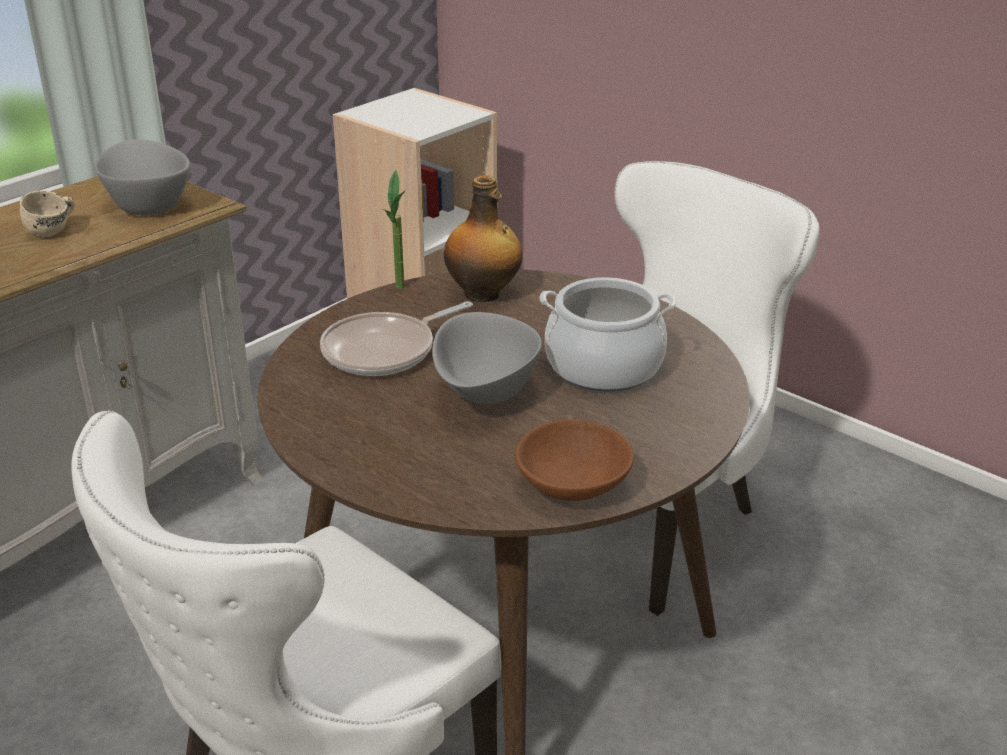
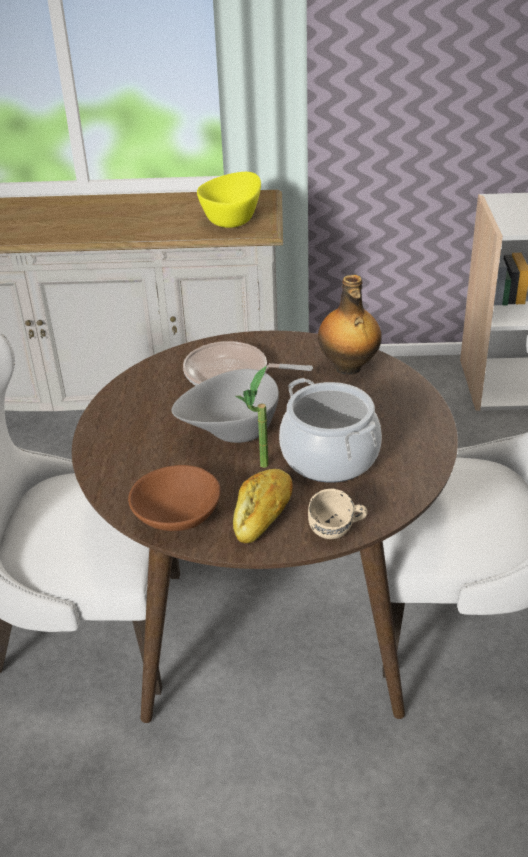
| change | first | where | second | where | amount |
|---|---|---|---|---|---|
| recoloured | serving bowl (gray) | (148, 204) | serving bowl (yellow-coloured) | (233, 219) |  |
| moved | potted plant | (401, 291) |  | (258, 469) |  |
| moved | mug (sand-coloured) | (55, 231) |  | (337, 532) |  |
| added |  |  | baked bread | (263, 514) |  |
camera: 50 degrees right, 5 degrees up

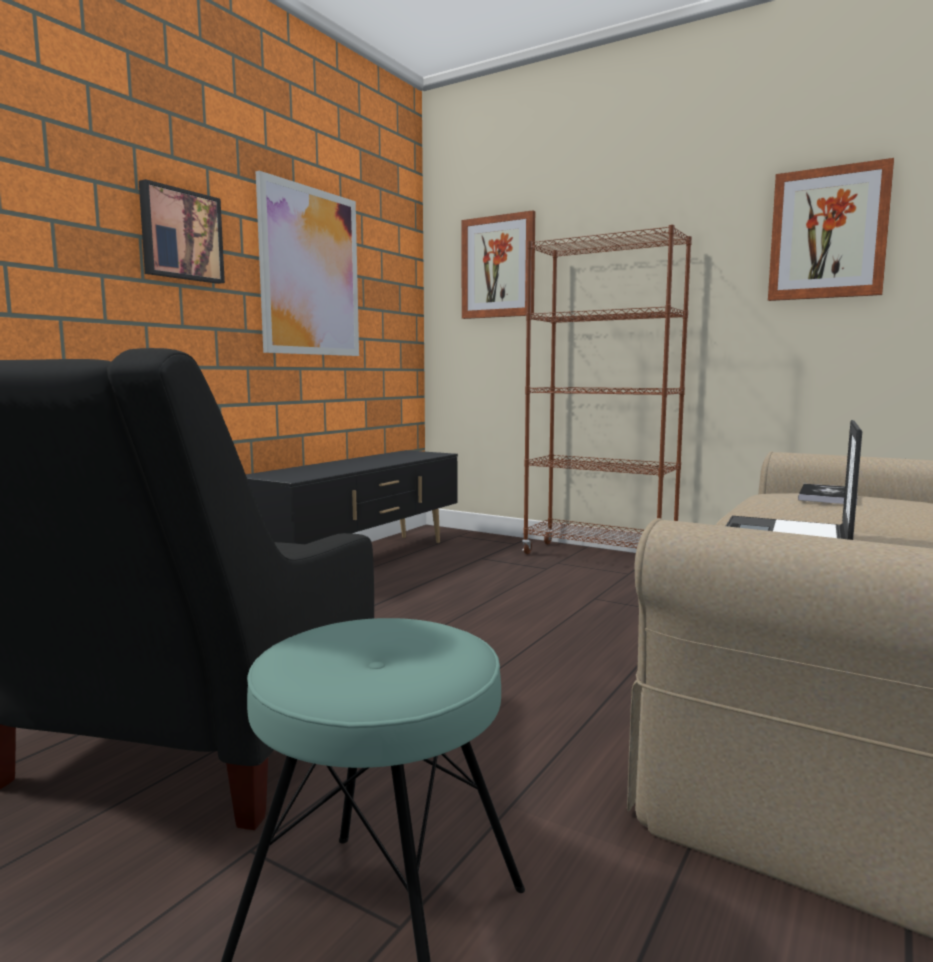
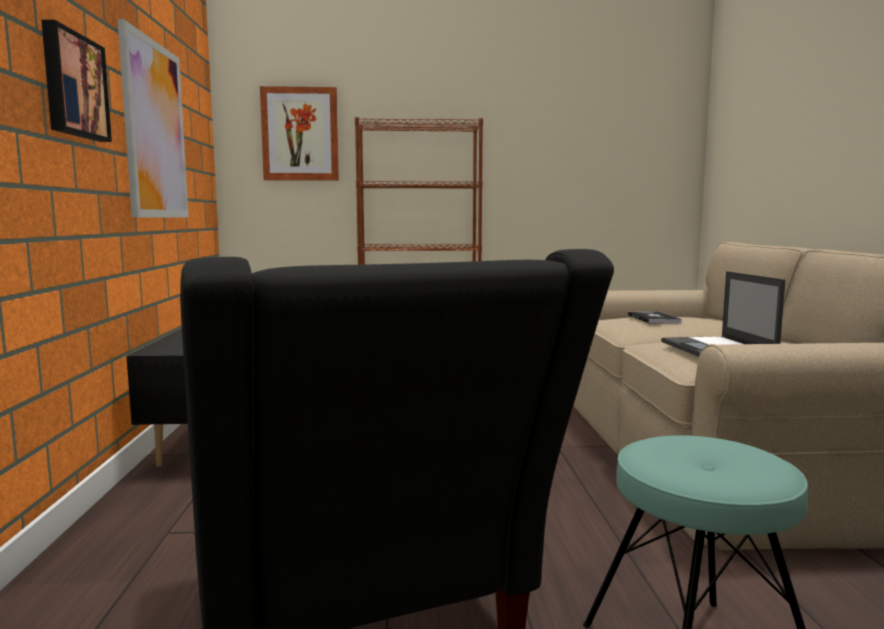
| change | first | where | second | where | amount |
|---|---|---|---|---|---|
| removed | picture | (828, 234) |  |  |  |
camera: 35 degrees left, 0 degrees up

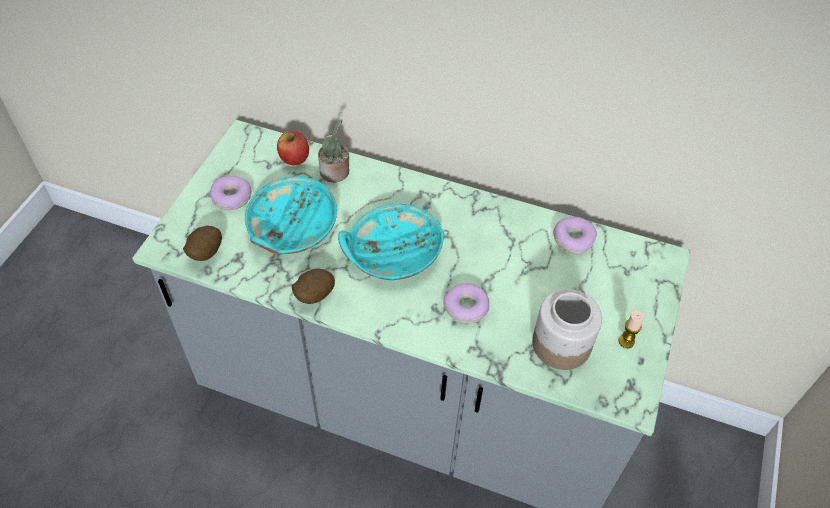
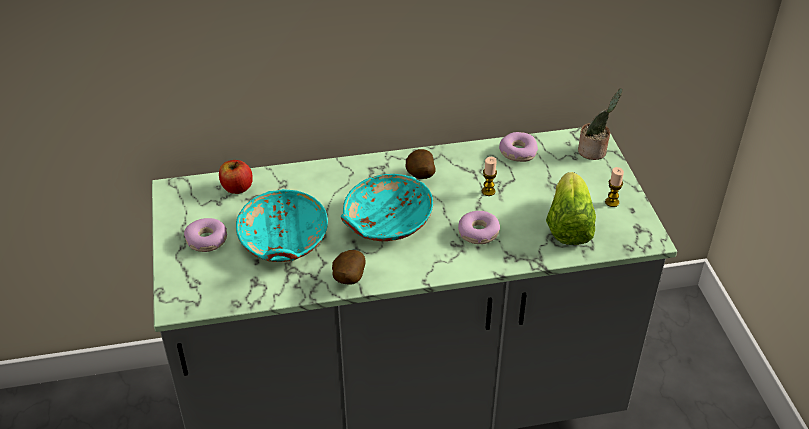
| change | first | where | second | where | amount |
|---|---|---|---|---|---|
| moved | potted plant | (335, 173) |  | (594, 151) |  |
| moved | spud | (204, 254) |  | (419, 177) |  |
| replaced | preserve jar | (560, 344) | lettuce head | (568, 225) |  |
| added |  |  | wax light | (488, 191) |  |
camera: 30 degrees left, 10 degrees down

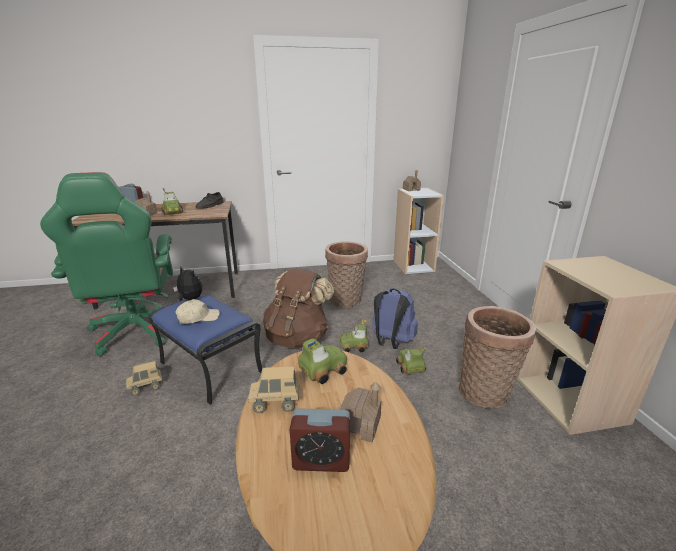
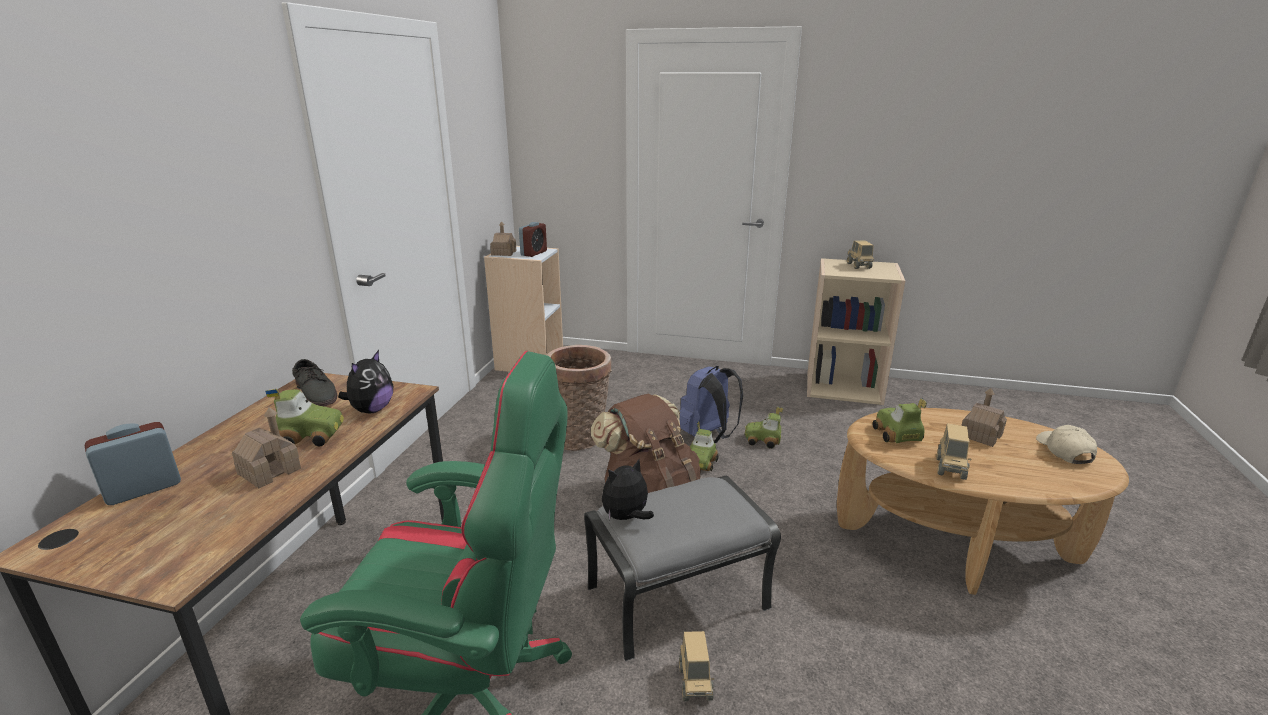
| change | first | where | second | where | amount |
|---|---|---|---|---|---|
| recoloured | ottoman (blue) | (209, 368) | ottoman (gray) | (677, 599) |  |
| moved | peaked cap (sand-coloured) | (198, 318) |  | (1064, 451) |  |
| removed | basket | (486, 393) |  |  |  |
| moved | alarm clock | (321, 460) |  | (534, 253) |  |
| added |  |  | toy lorry | (859, 266) |  |
| added |  |  | plush toy | (371, 410) |  |
camera: 65 degrees left, 0 degrees up

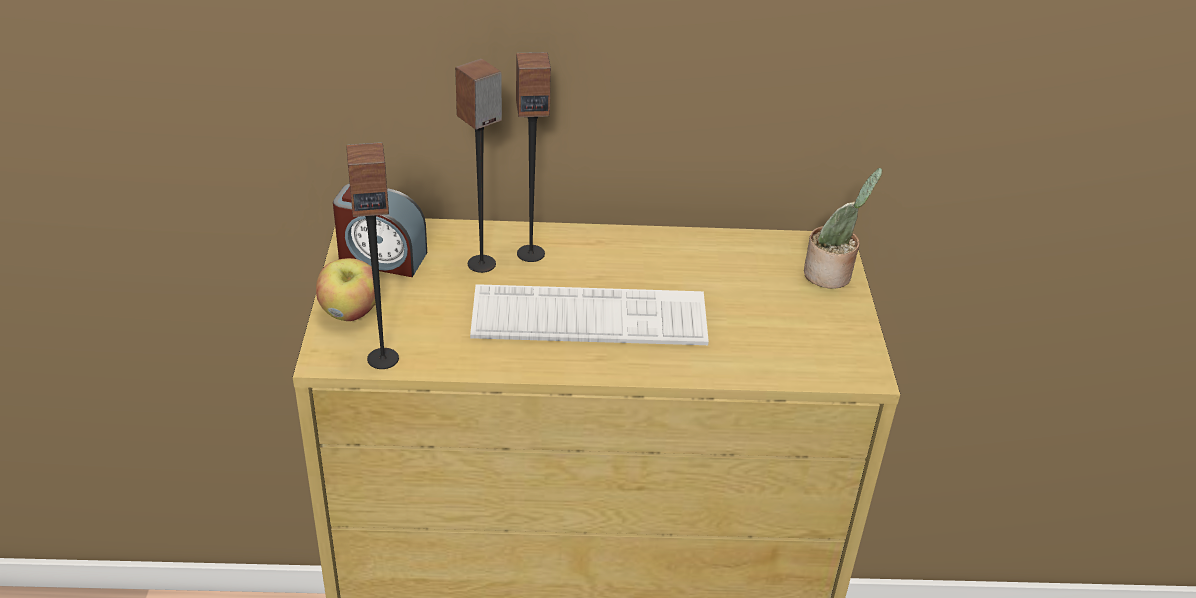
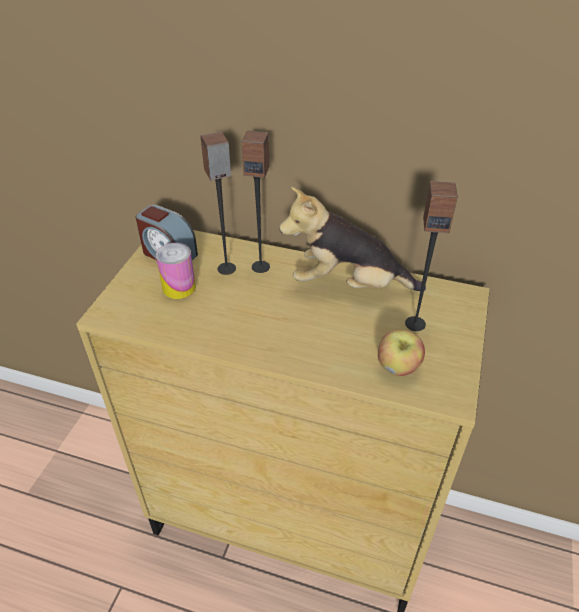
| change | first | where | second | where | amount |
|---|---|---|---|---|---|
| moved | loudspeaker | (383, 358) |  | (415, 323) |  |
| removed | potted plant | (831, 275) |  |  |  |
| moved | apple | (350, 313) |  | (398, 367) |  |
| removed | computer keyboard | (589, 317) |  |  |  |
| added |  |  | plush toy | (348, 285) |  |
| added |  |  | can | (179, 287) |  |
camera: 20 degrees right, 5 degrees up

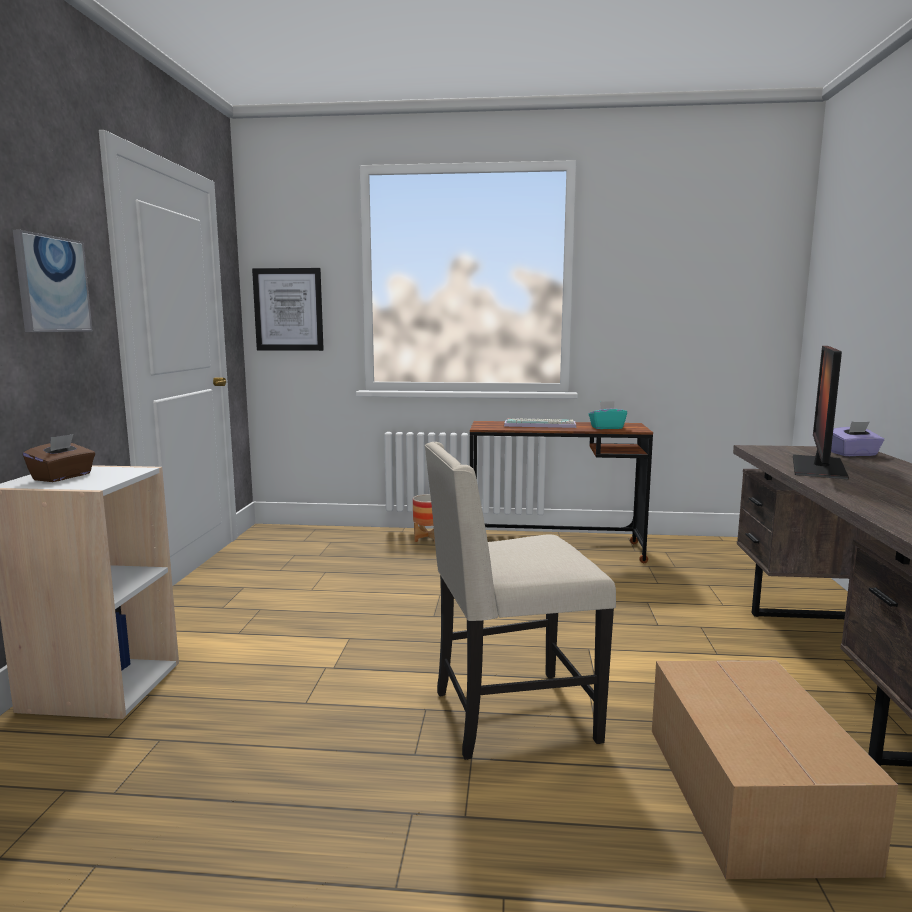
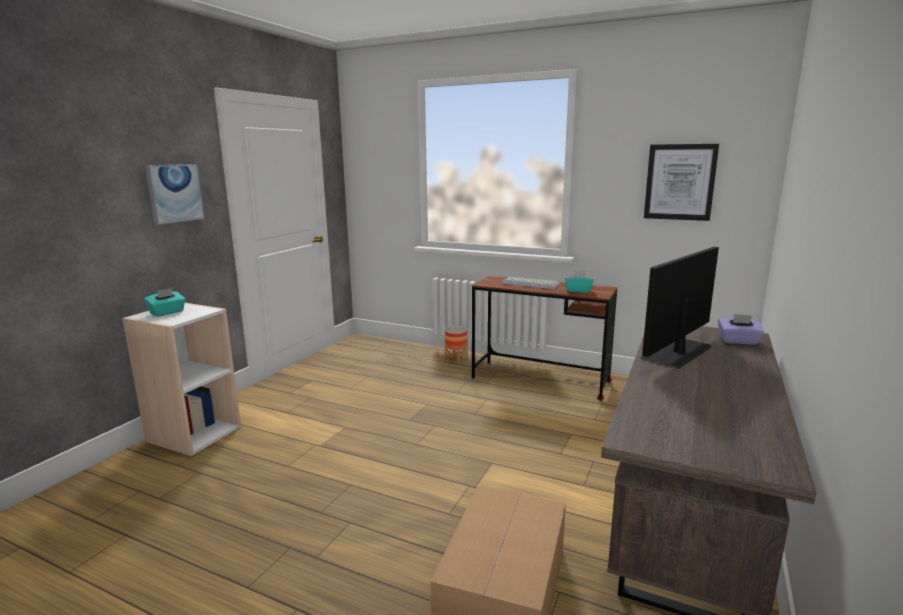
| change | first | where | second | where | amount |
|---|---|---|---|---|---|
| moved | picture | (288, 309) |  | (680, 182) |  |
| recoloured | tissue holder (brown-coloured) | (63, 477) | tissue holder (turquoise) | (167, 312) |  |
| removed | upright chair (sand-coloured) | (510, 716) |  |  |  |
camera: 20 degrees right, 5 degrees up

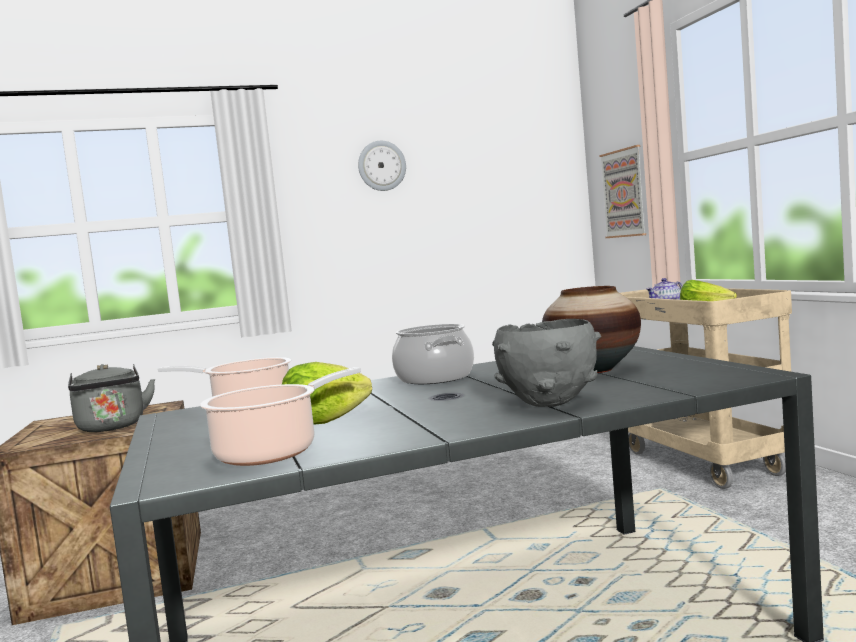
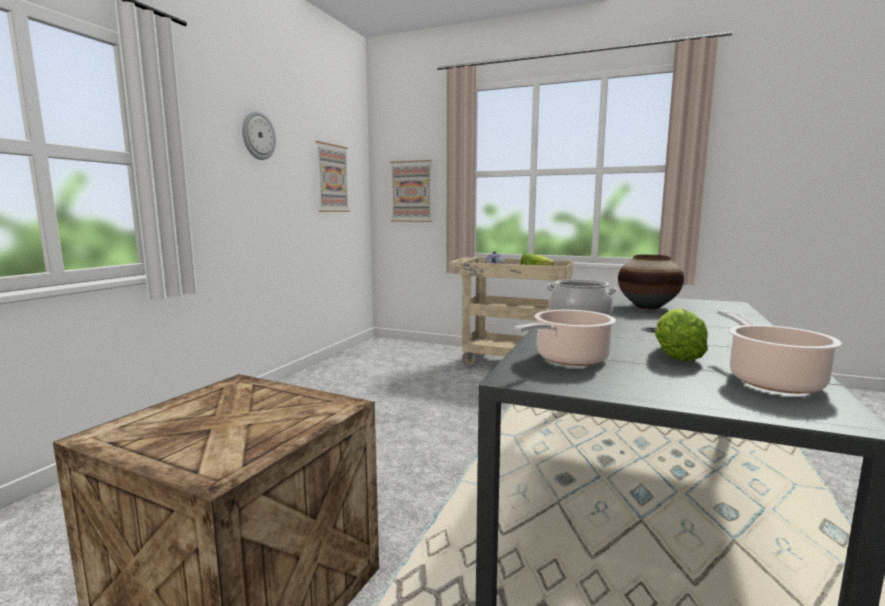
| change | first | where | second | where | amount |
|---|---|---|---|---|---|
| removed | serving bowl (gray) | (549, 402) |  |  |  |
| removed | tea kettle (gray) | (112, 427) |  |  |  |
| added |  |  | picture | (332, 178) |  |
camera: 50 degrees left, 5 degrees up

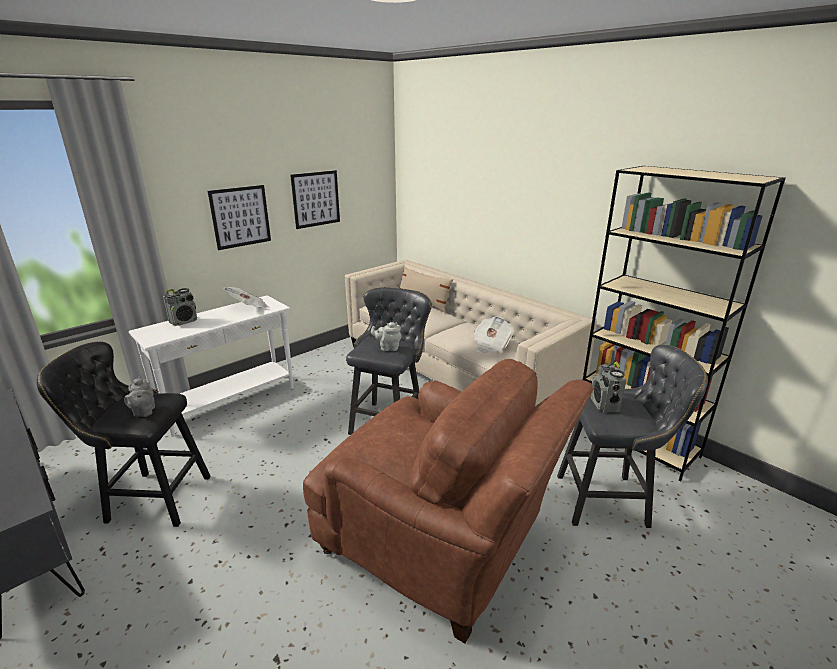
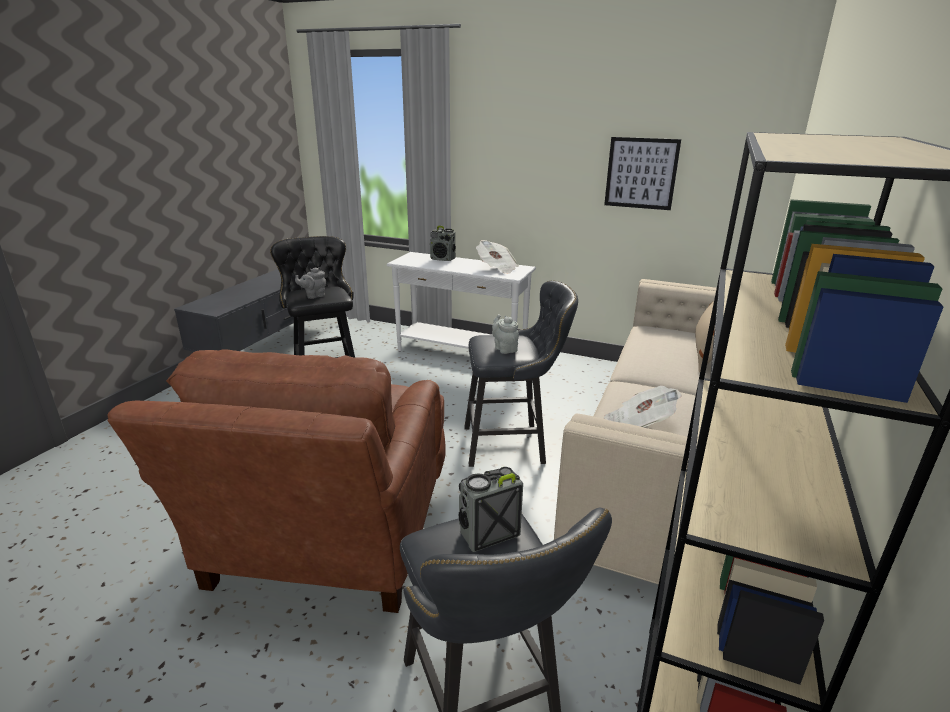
| change | first | where | second | where | amount |
|---|---|---|---|---|---|
| removed | picture | (240, 217) |  |  |  |
camera: 65 degrees right, 0 degrees up

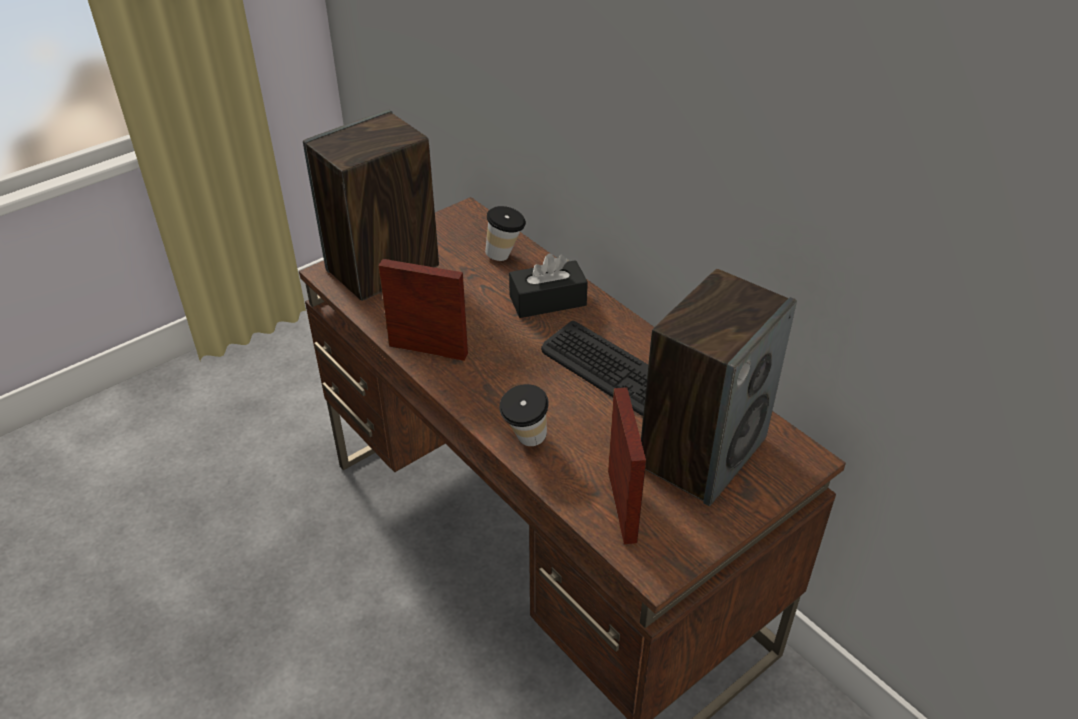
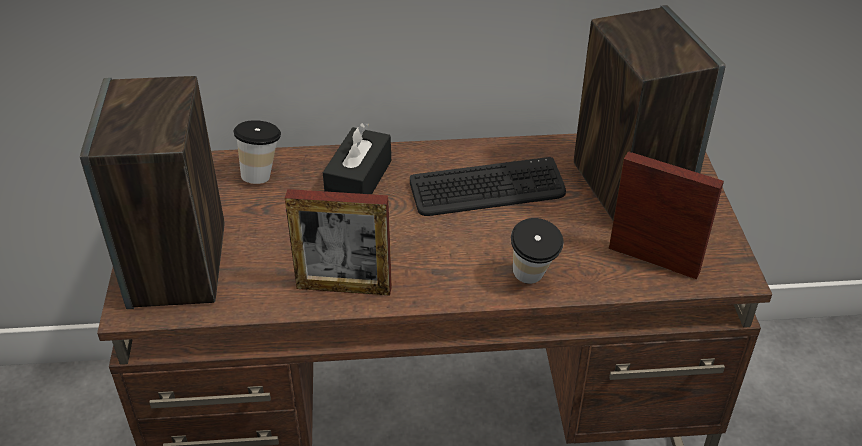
| change | first | where | second | where | amount |
|---|---|---|---|---|---|
| turned | photo frame | (428, 350) |  | (344, 287) | 135 degrees counterclockwise |
camera: 55 degrees left, 0 degrees up

